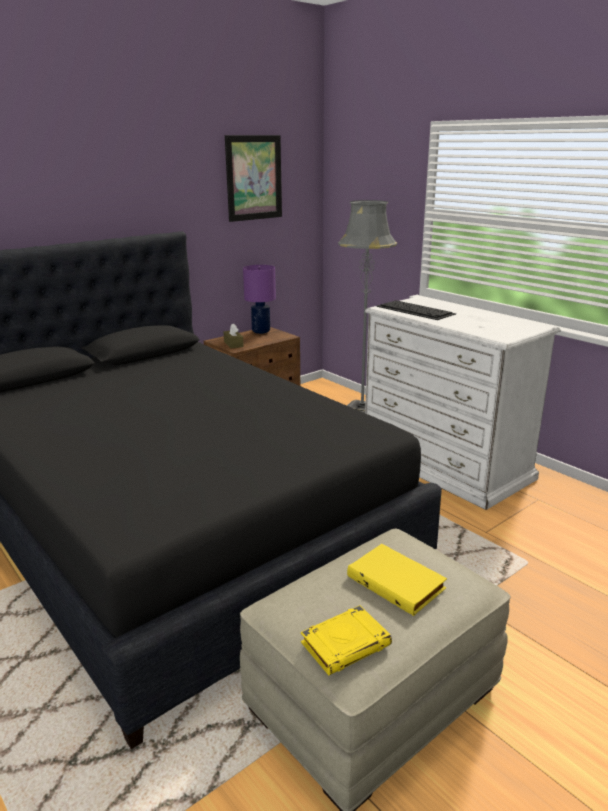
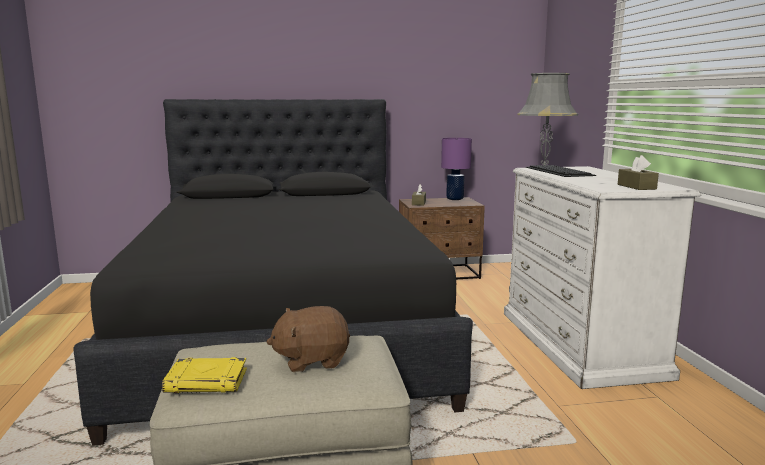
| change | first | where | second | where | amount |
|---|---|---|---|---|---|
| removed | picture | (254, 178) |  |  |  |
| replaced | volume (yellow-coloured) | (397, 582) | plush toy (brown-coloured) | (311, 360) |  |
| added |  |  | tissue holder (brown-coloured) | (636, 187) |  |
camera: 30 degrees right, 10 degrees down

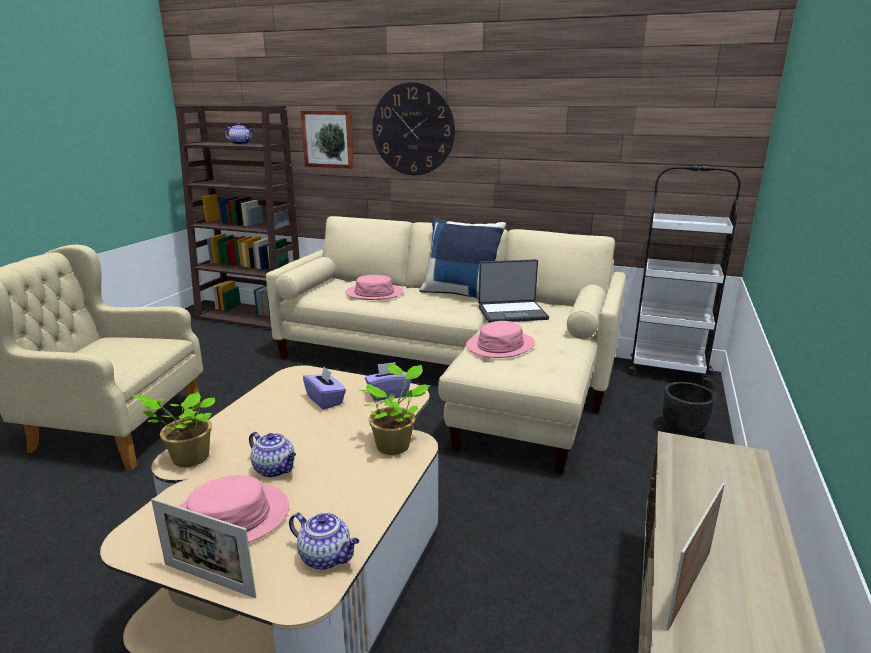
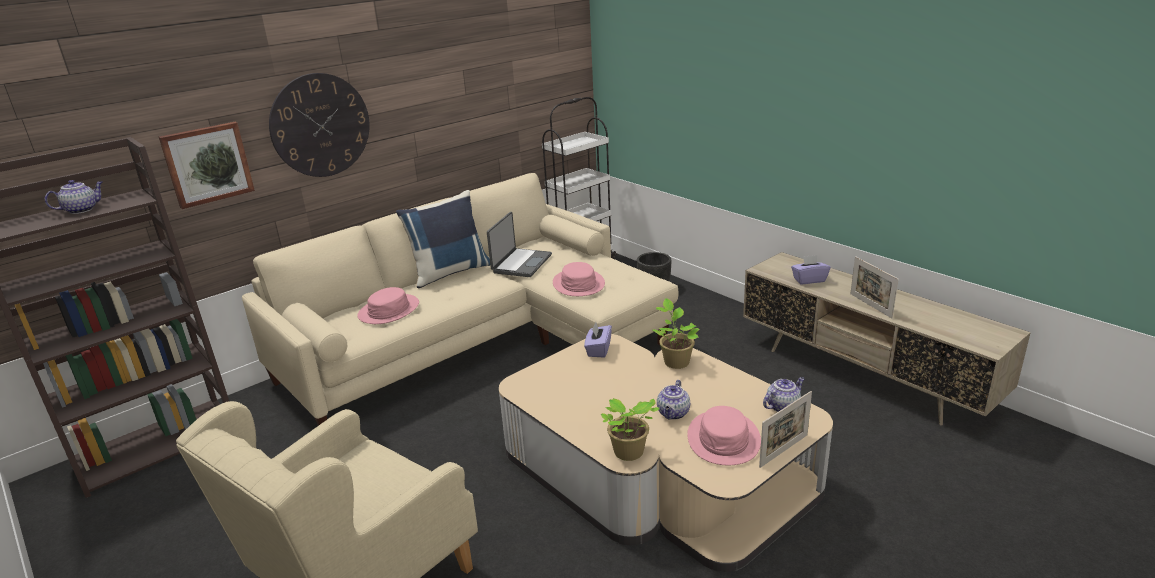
| change | first | where | second | where | amount |
|---|---|---|---|---|---|
| moved | tissue holder (purplish) | (325, 400) |  | (809, 280) |  |
| turned | pot for tea | (275, 469) |  | (673, 413) | 135 degrees clockwise |
camera: 60 degrees left, 5 degrees up

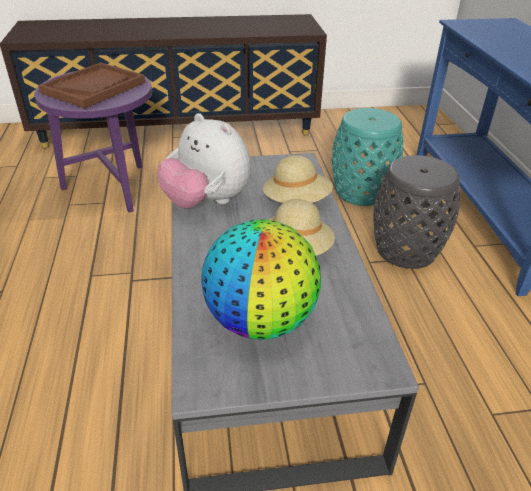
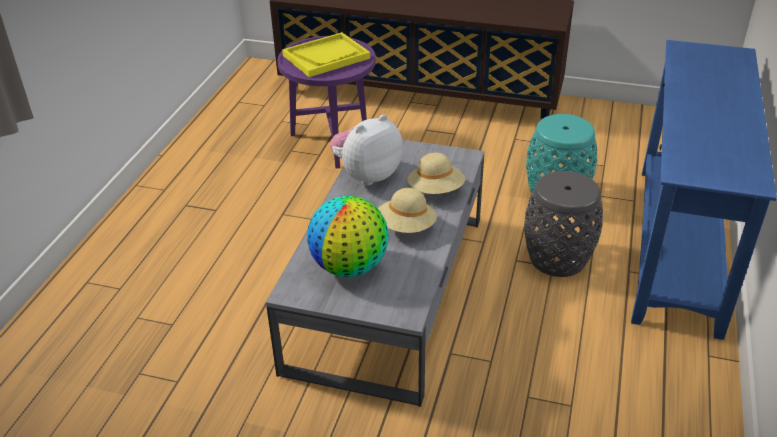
| change | first | where | second | where | amount |
|---|---|---|---|---|---|
| recoloured | carrying tray (brown-coloured) | (94, 87) | carrying tray (yellow-coloured) | (326, 57) |  |
| turned | plush toy | (207, 202) |  | (367, 175) | 75 degrees clockwise |
camera: 25 degrees right, 0 degrees up

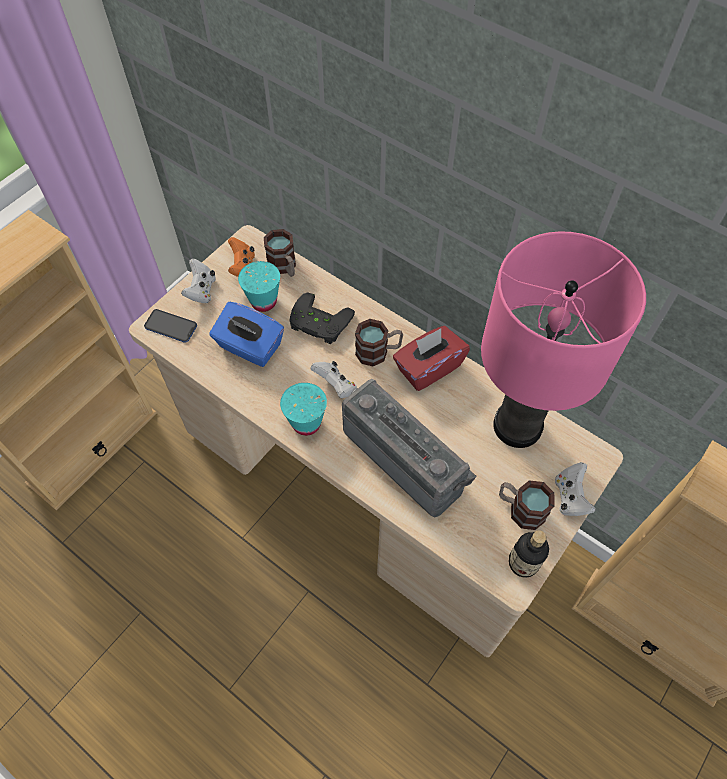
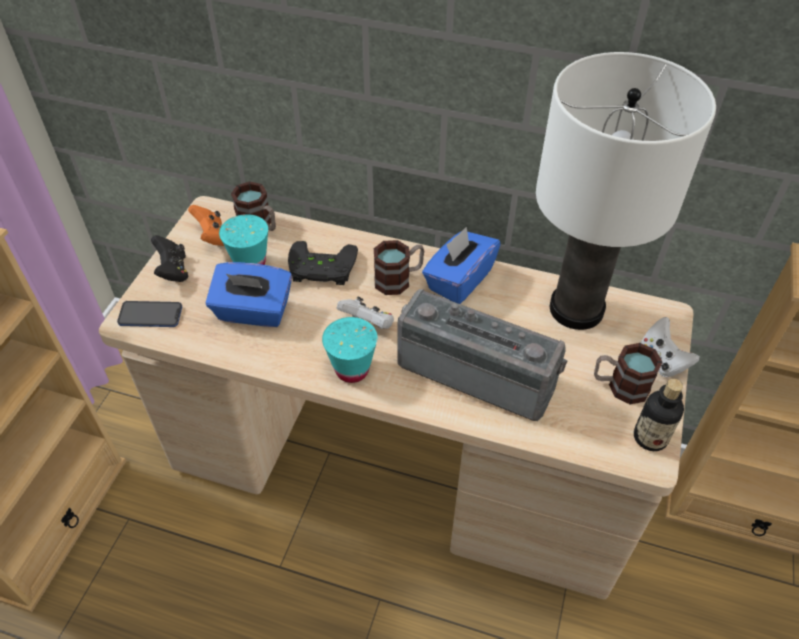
| change | first | where | second | where | amount |
|---|---|---|---|---|---|
| recoloured | table lamp (pinkish) | (517, 425) | table lamp (white) | (575, 308) |  |
| recoloured | gamepad (white) | (202, 290) | gamepad (black) | (173, 270) |  |
| recoloured | tissue holder (red) | (428, 368) | tissue holder (blue) | (459, 280) |  |
camera: 20 degrees left, 10 degrees down

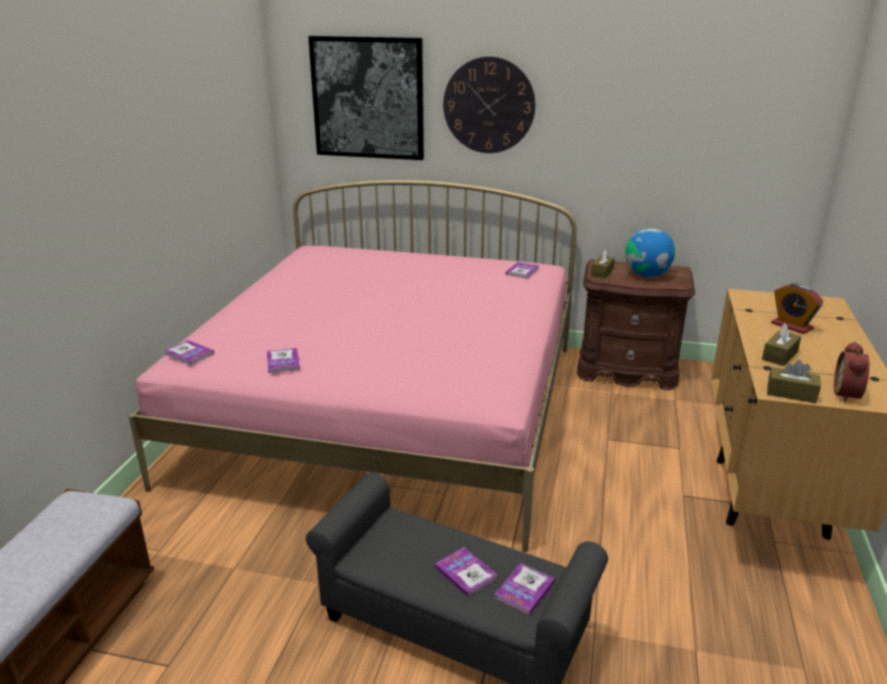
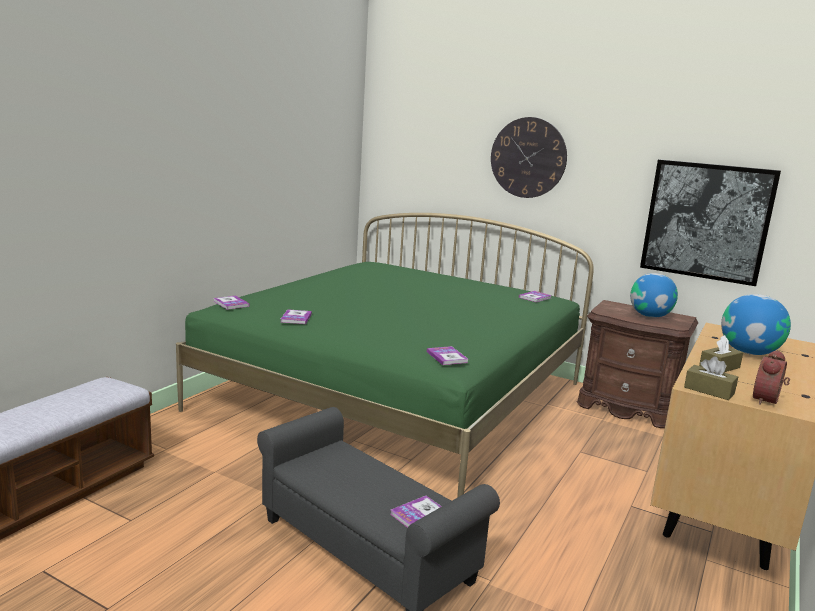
| change | first | where | second | where | amount |
|---|---|---|---|---|---|
| moved | picture | (368, 98) |  | (706, 221) |  |
| recoloured | bed (pinkish) | (389, 410) | bed (green) | (396, 396) |  |
| removed | tissue holder (brown-coloured) | (602, 272) |  |  |  |
| replaced | alarm clock | (791, 326) | globe | (749, 352) |  |
| moved | volume | (465, 573) |  | (447, 357) |  |
camera: 15 degrees right, 10 degrees down

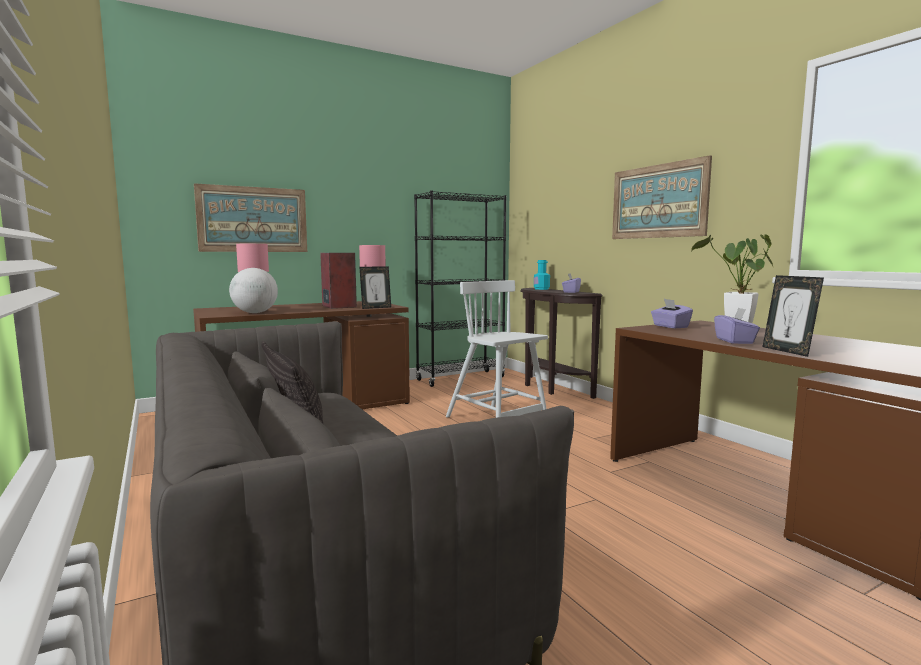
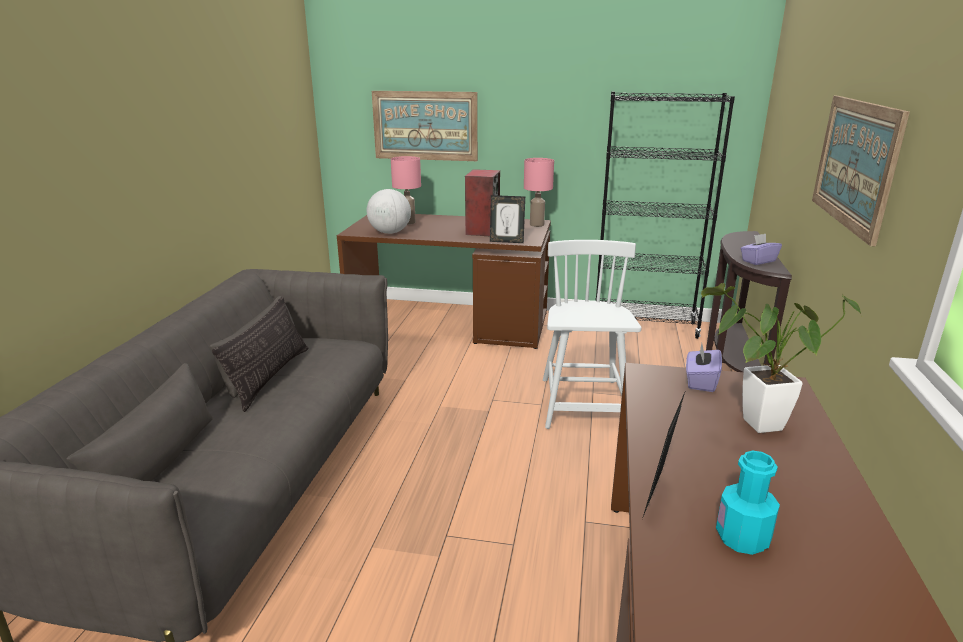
| change | first | where | second | where | amount |
|---|---|---|---|---|---|
| moved | bottle (turquoise) | (541, 289) |  | (742, 538) |  |
| removed | tissue holder (purplish) | (735, 341) |  |  |  |
camera: 40 degrees right, 15 degrees up

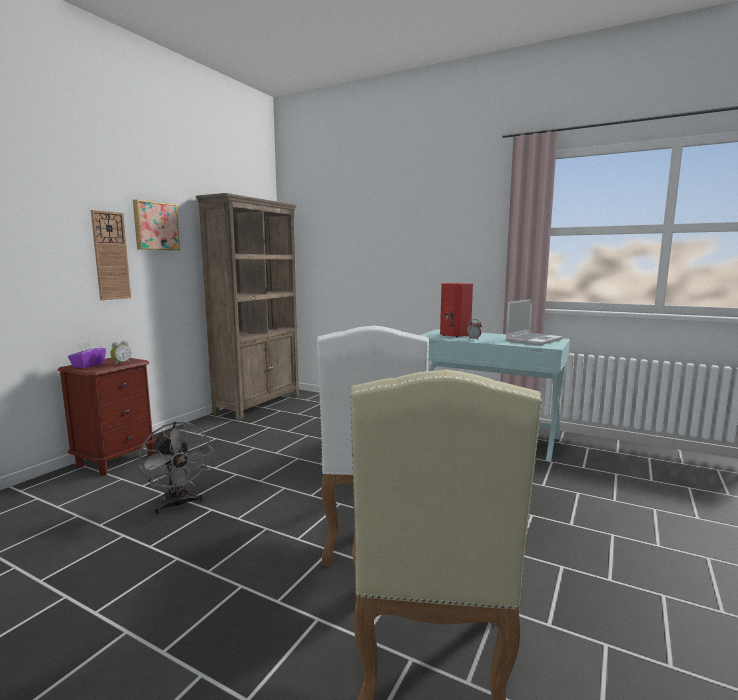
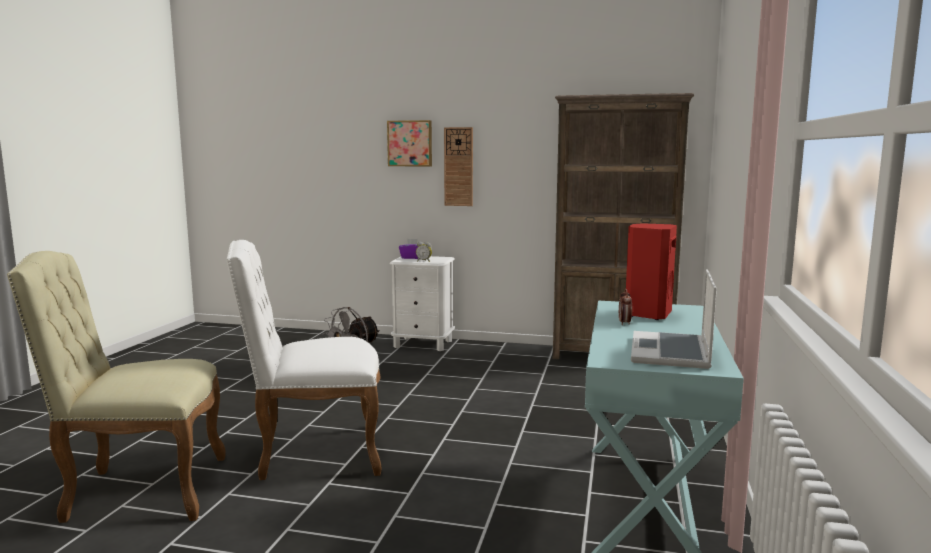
| change | first | where | second | where | amount |
|---|---|---|---|---|---|
| moved | picture | (155, 226) |  | (410, 143) |  |
| turned | notebook computer | (533, 340) |  | (671, 352) | 75 degrees clockwise |
| recoloured | nightstand (brown-coloured) | (116, 460) | nightstand (white) | (423, 344) |  |
camera: 75 degrees right, 0 degrees up

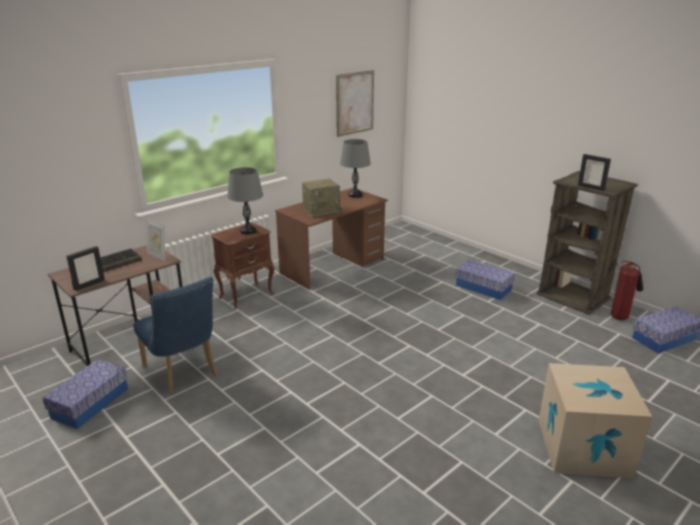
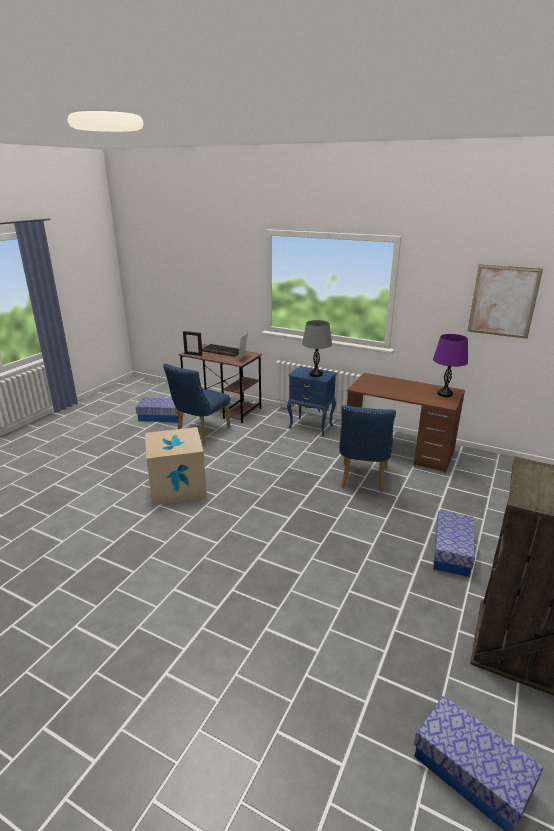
| change | first | where | second | where | amount |
|---|---|---|---|---|---|
| recoloured | table lamp (gray) | (355, 195) | table lamp (purplish) | (445, 394) |  |
| removed | photo frame | (591, 187) |  |  |  |
| removed | radio receiver | (321, 211) |  |  |  |
| recoloured | nightstand (brown-coloured) | (246, 296) | nightstand (blue) | (311, 427) |  |
| removed | fire-fighting cylinder | (620, 317) |  |  |  |
| moved | cardboard box | (583, 447) |  | (177, 486) |  |
| added |  |  | upright chair (blue) | (362, 479) |  |
camera: 70 degrees right, 0 degrees up

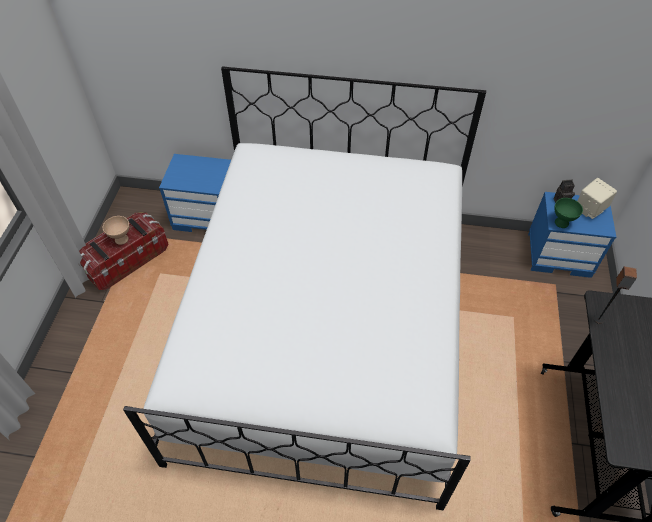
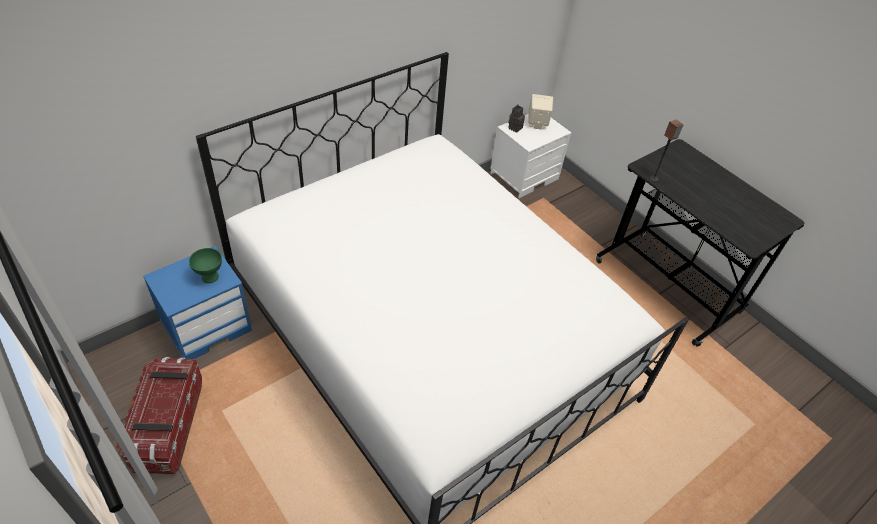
| change | first | where | second | where | amount |
|---|---|---|---|---|---|
| recoloured | nightstand (blue) | (559, 254) | nightstand (white) | (524, 175) |  |
| moved | serving bowl (green) | (562, 223) |  | (210, 277) |  |
| removed | serving bowl (sand-coloured) | (122, 239) |  |  |  |
camera: 50 degrees left, 5 degrees down

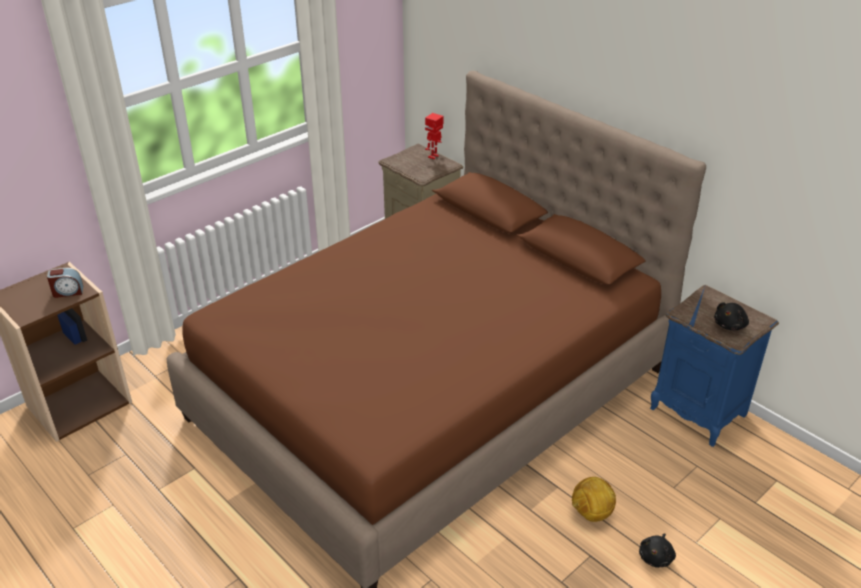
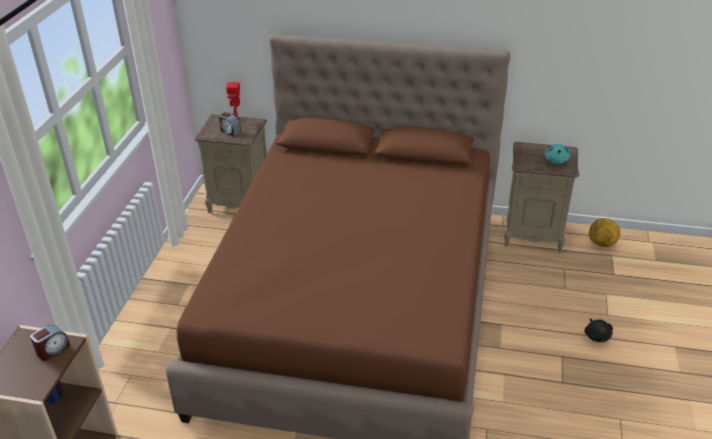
| change | first | where | second | where | amount |
|---|---|---|---|---|---|
| recoloured | nightstand (blue) | (697, 413) | nightstand (sand-coloured) | (533, 236) |  |
| recoloured | plush toy (black) | (730, 325) | plush toy (turquoise) | (556, 160) |  |
| moved | football | (591, 514) |  | (602, 244) |  |
| added |  |  | alarm clock | (230, 131) |  |
camera: 35 degrees left, 0 degrees up

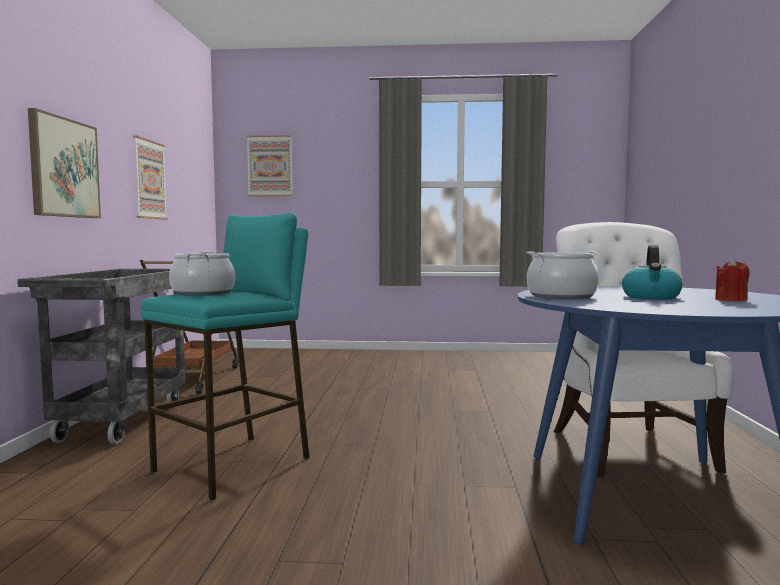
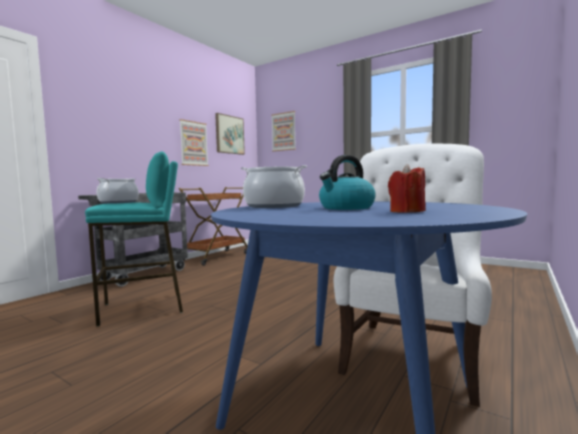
| change | first | where | second | where | amount |
|---|---|---|---|---|---|
| moved | picture | (64, 168) |  | (229, 134) |  |
camera: 30 degrees right, 0 degrees up

